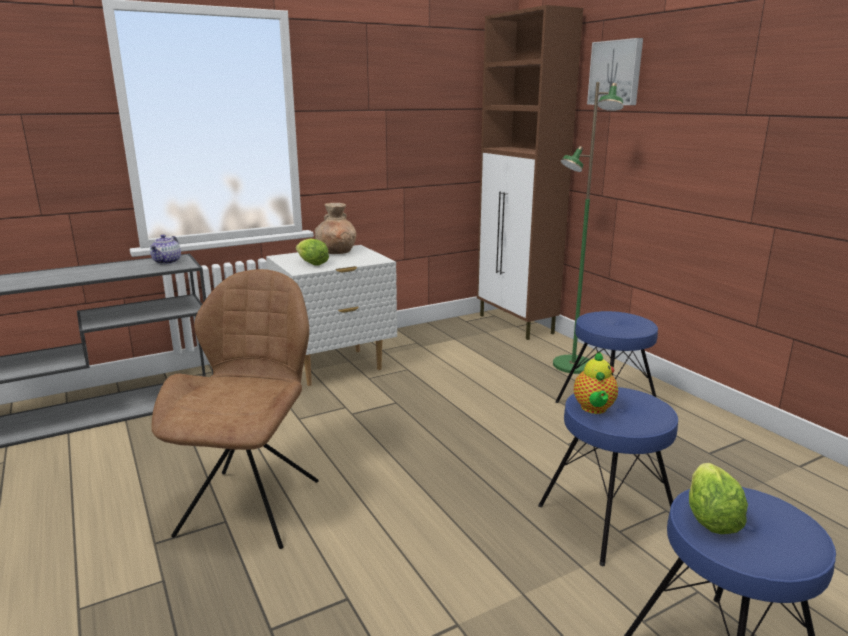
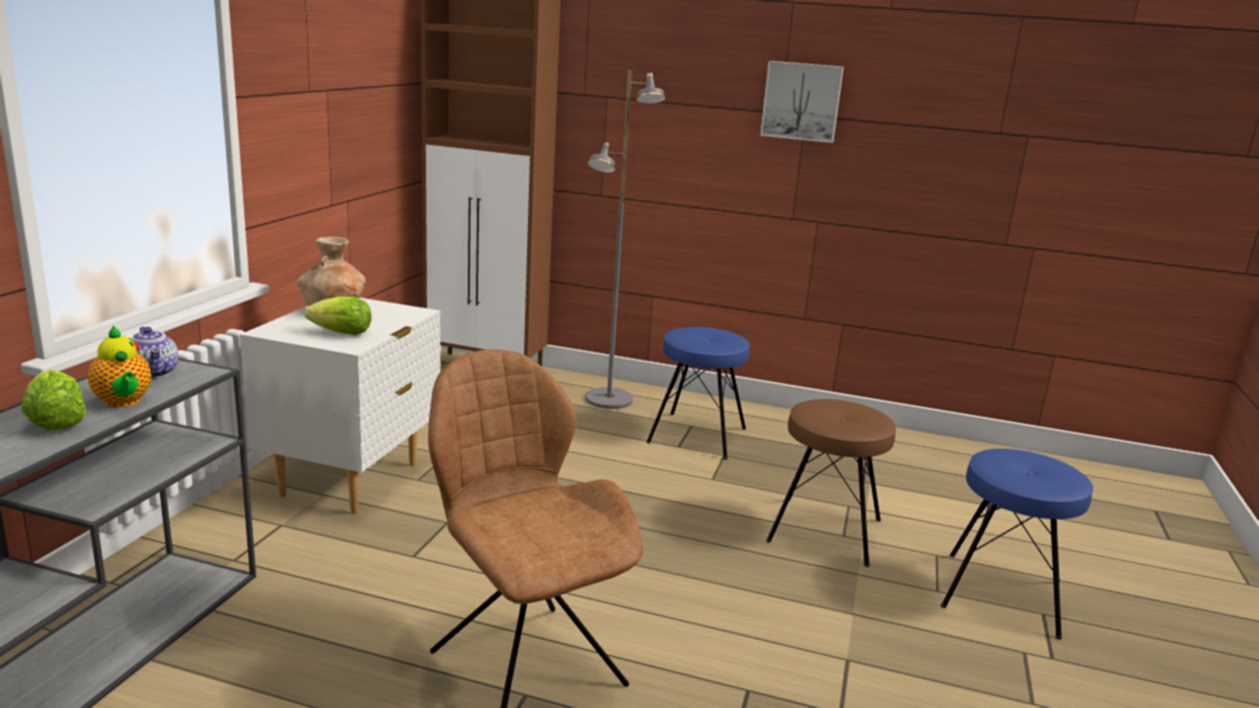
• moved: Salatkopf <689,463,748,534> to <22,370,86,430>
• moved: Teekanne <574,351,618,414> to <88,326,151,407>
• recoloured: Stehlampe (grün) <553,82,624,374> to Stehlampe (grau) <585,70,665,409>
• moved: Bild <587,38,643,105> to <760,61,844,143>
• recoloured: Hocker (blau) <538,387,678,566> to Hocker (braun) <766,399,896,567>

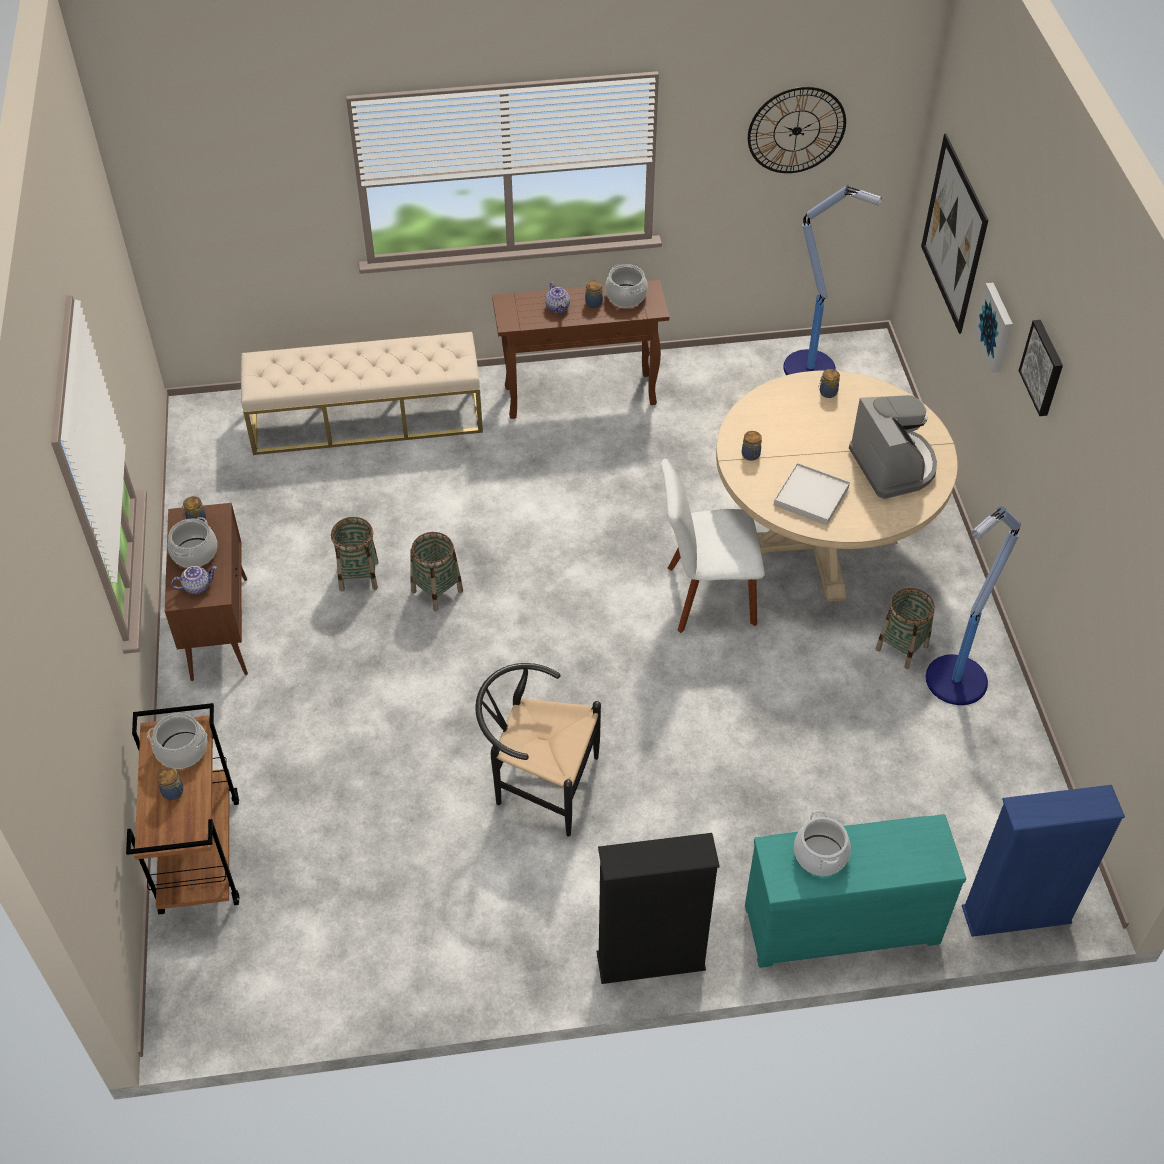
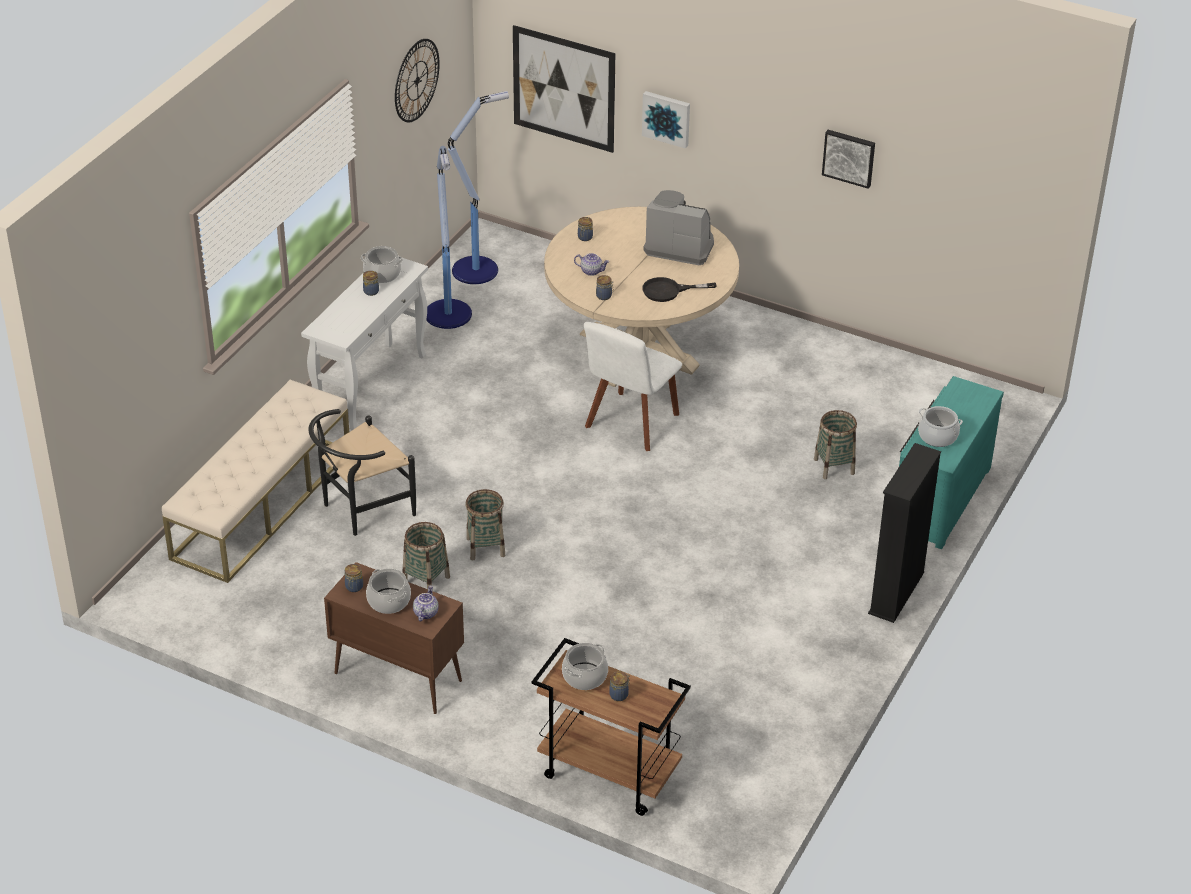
• recoloured: Konsolentisch (braun) <492,280,670,419> to Konsolentisch (weiß) <301,258,428,430>
• moved: Stuhl (schwarz) <475,663,601,837> to <308,409,416,536>
• moved: Stehlampe <926,506,1021,705> to <426,146,472,329>
• moved: Teekanne <545,282,570,313> to <574,253,610,276>
• replaced: Tablett (weiß) <774,463,850,525> to Pfanne (schwarz) <642,277,717,302>
• moved: Korb <876,588,935,669> to <814,410,857,479>
• moved: Bild <1018,320,1063,416> to <822,130,875,189>
• removed: Bücherregal (blau) <962,785,1125,937>

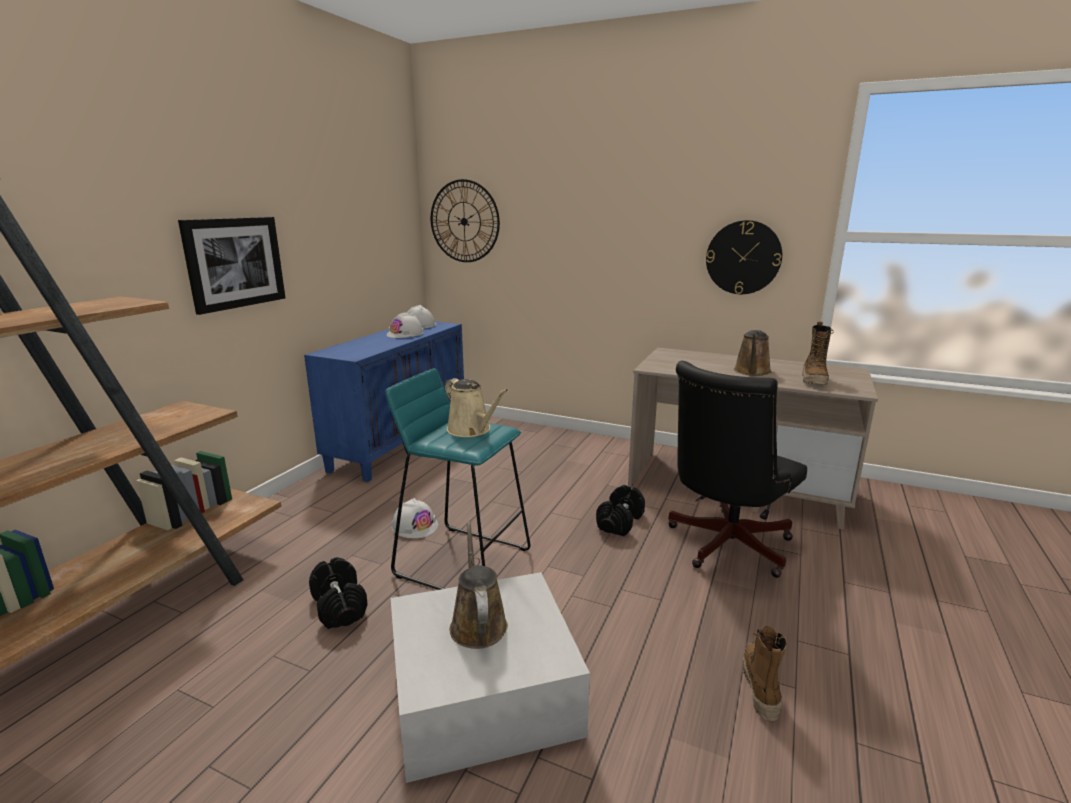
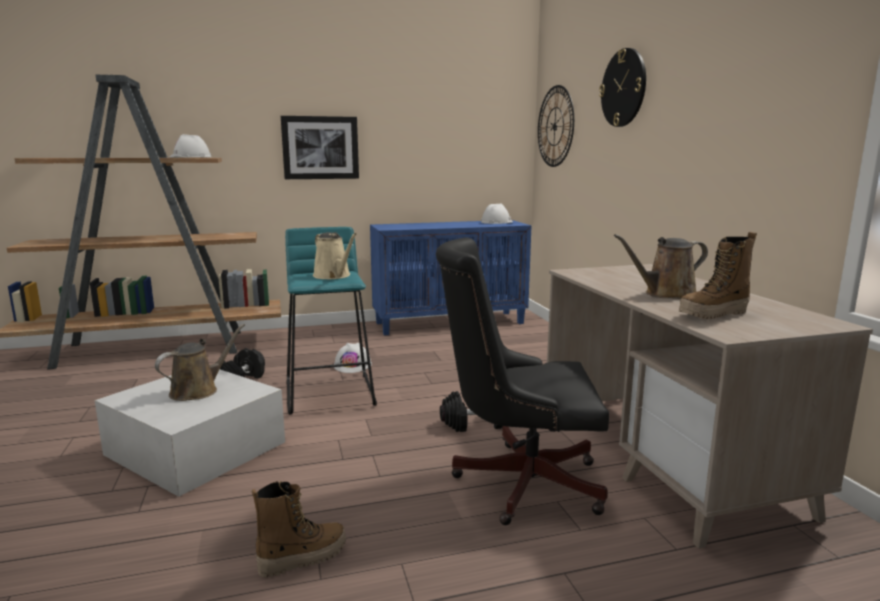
• moved: Schutzhelm (weiß) <386,313,424,338> to <170,134,211,157>
• turned: Gießkanne (beige) <445,378,508,437> = <313,232,357,279> 45 degrees counterclockwise
• moved: Wanduhr <706,220,782,294> to <599,48,646,127>

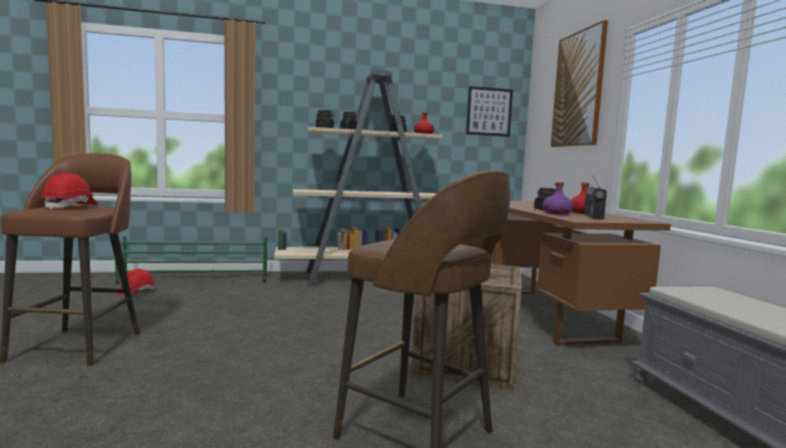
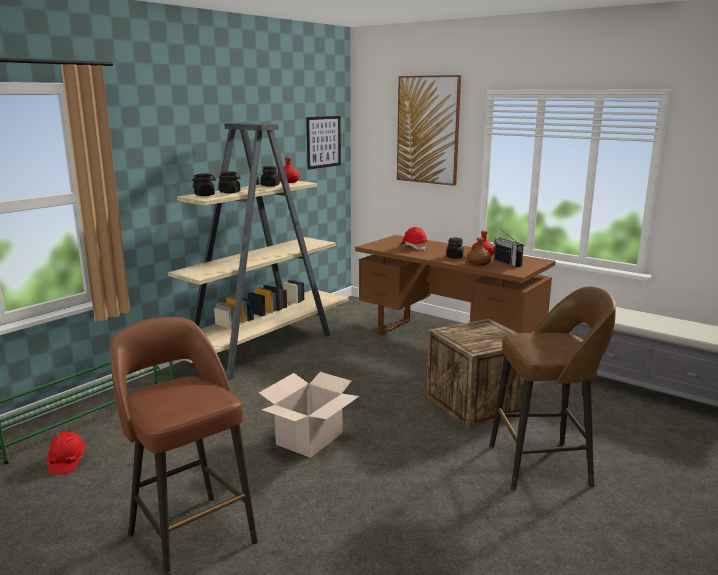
• added: Karton <259,372,359,458>
• moved: Schutzhelm (rot) <41,173,98,209> to <400,227,428,250>
• recoloured: Flasche (lila) <542,182,573,215> to Flasche (braun) <467,238,492,266>

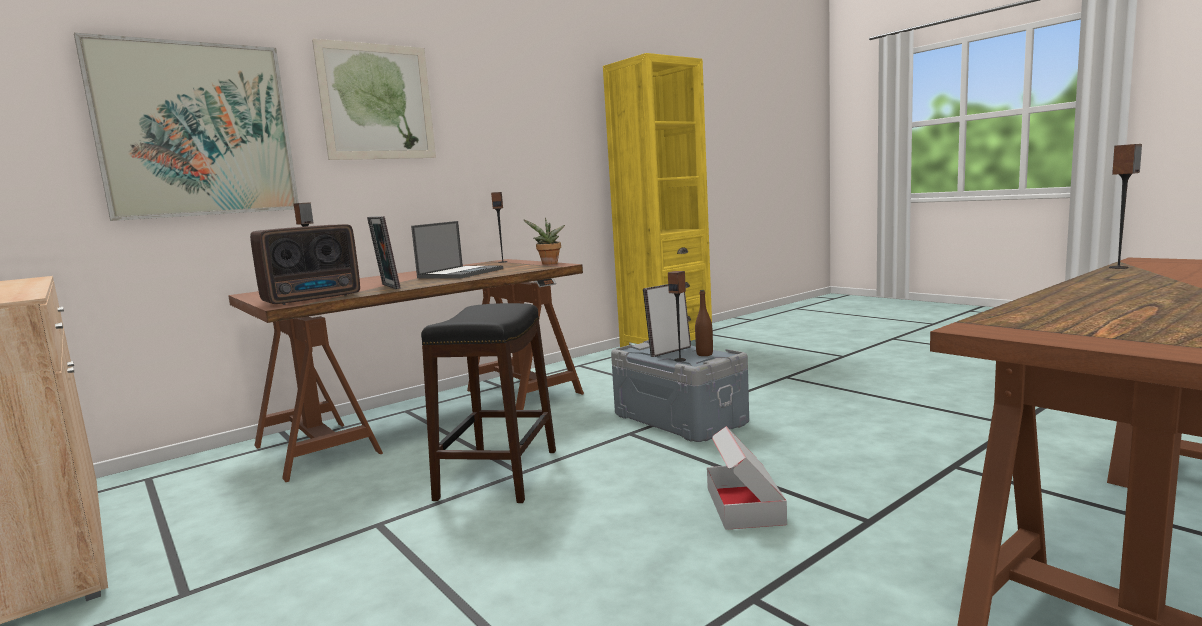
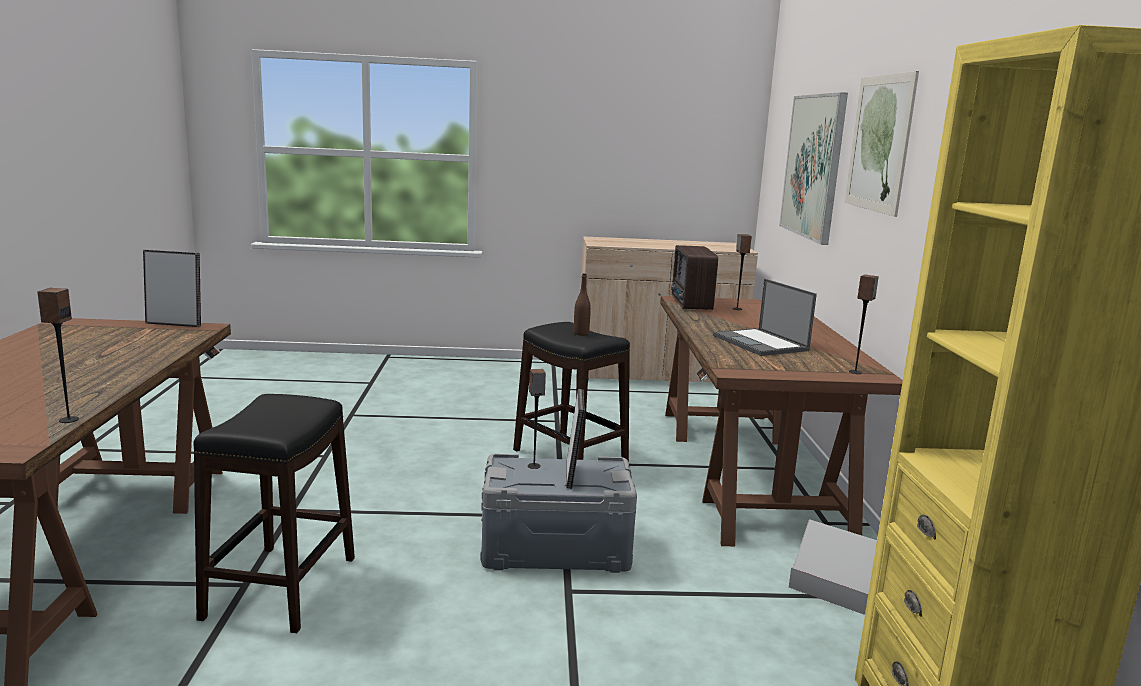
• moved: Bilderrahmen <367,216,401,289> to <143,250,201,327>
• added: Hocker (schwarz) <193,394,355,633>
• moved: Flasche (braun) <695,290,713,356> to <574,273,591,336>
• moved: Karton <707,426,787,530> to <789,519,877,615>
• removed: Topfpflanze <524,217,565,265>

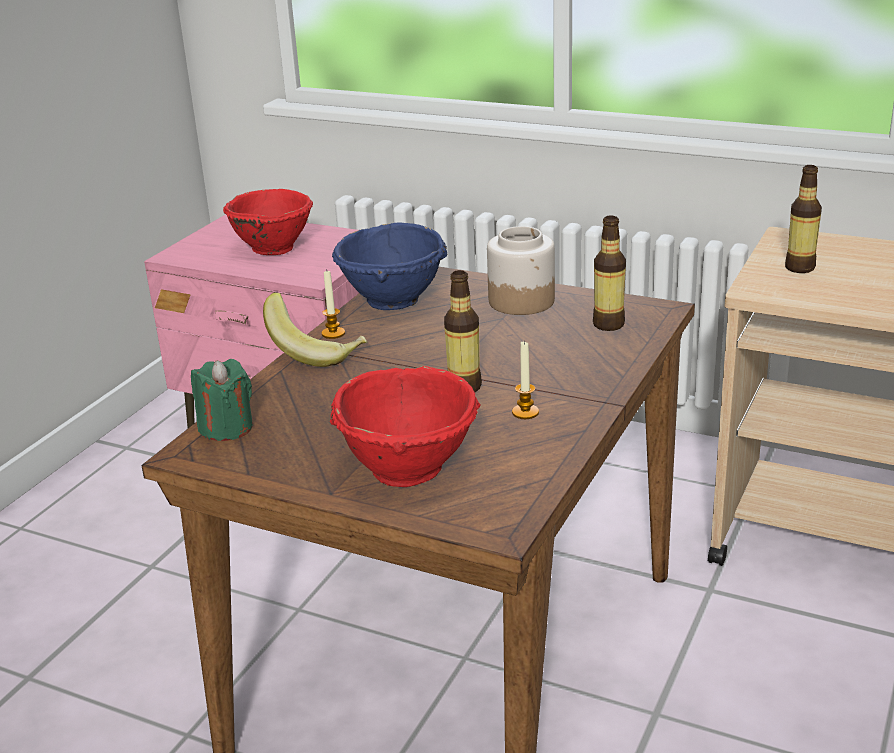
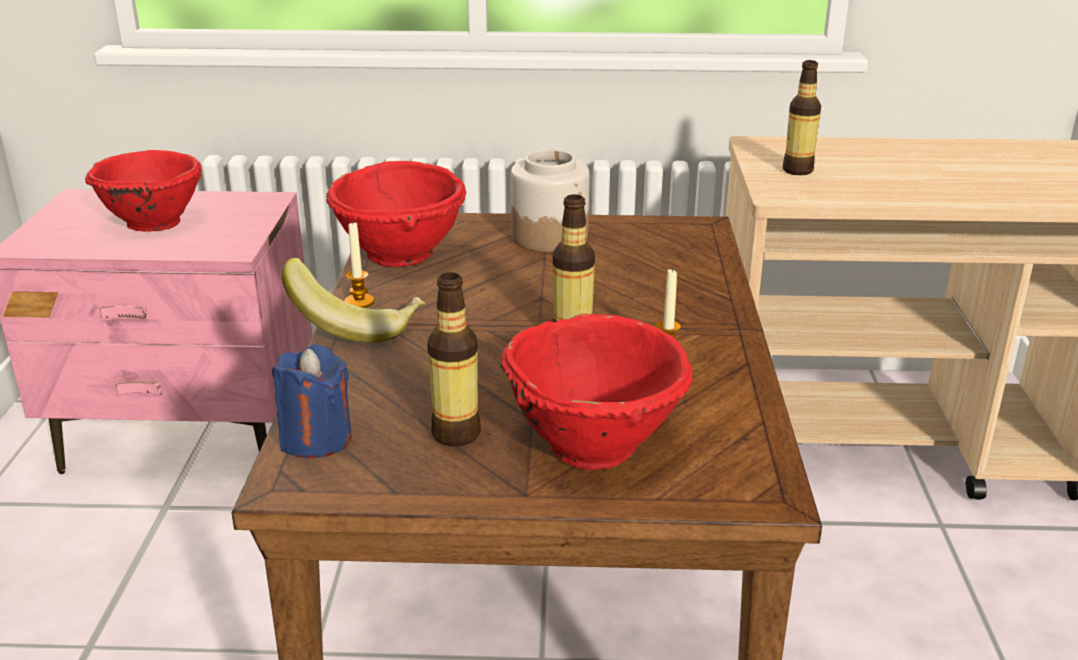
• recoloured: Kerze (grün) <191,359,253,441> to Kerze (blau) <272,345,352,458>
• recoloured: Schüssel (blau) <332,222,447,310> to Schüssel (rot) <326,161,466,267>
• moved: Flasche <593,215,626,331> to <427,272,481,447>

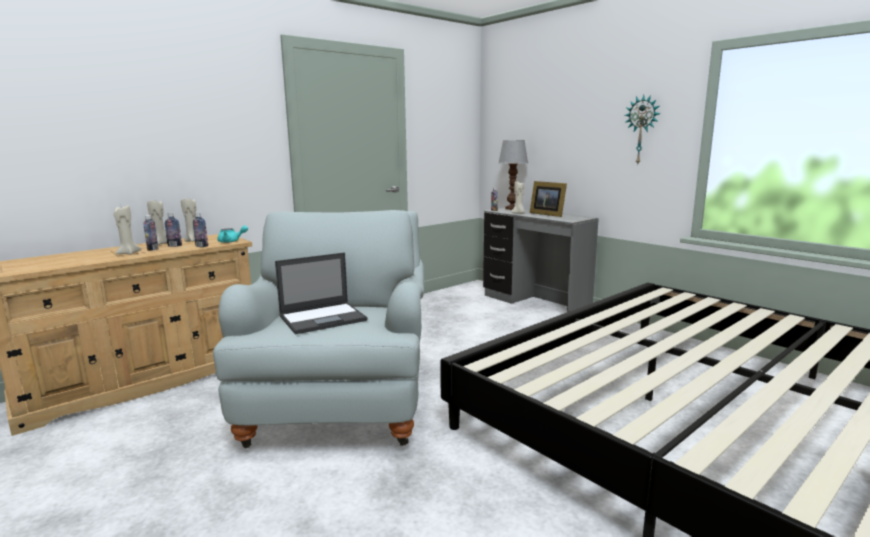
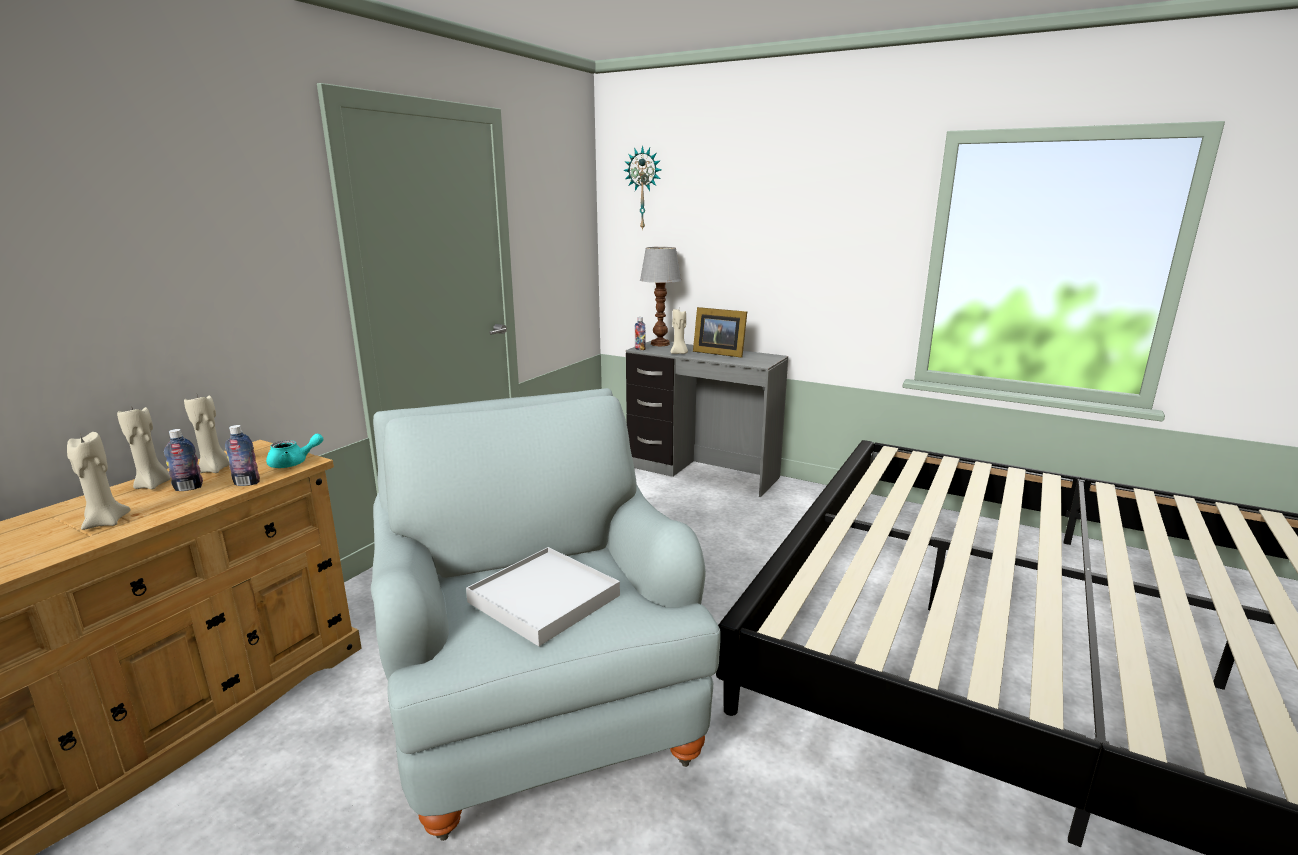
• replaced: Laptop <275,252,368,334> to Tablett (weiß) <466,547,620,646>
• moved: Wanduhr <625,95,660,165> to <623,146,662,231>
• removed: Flasche <143,215,158,251>

